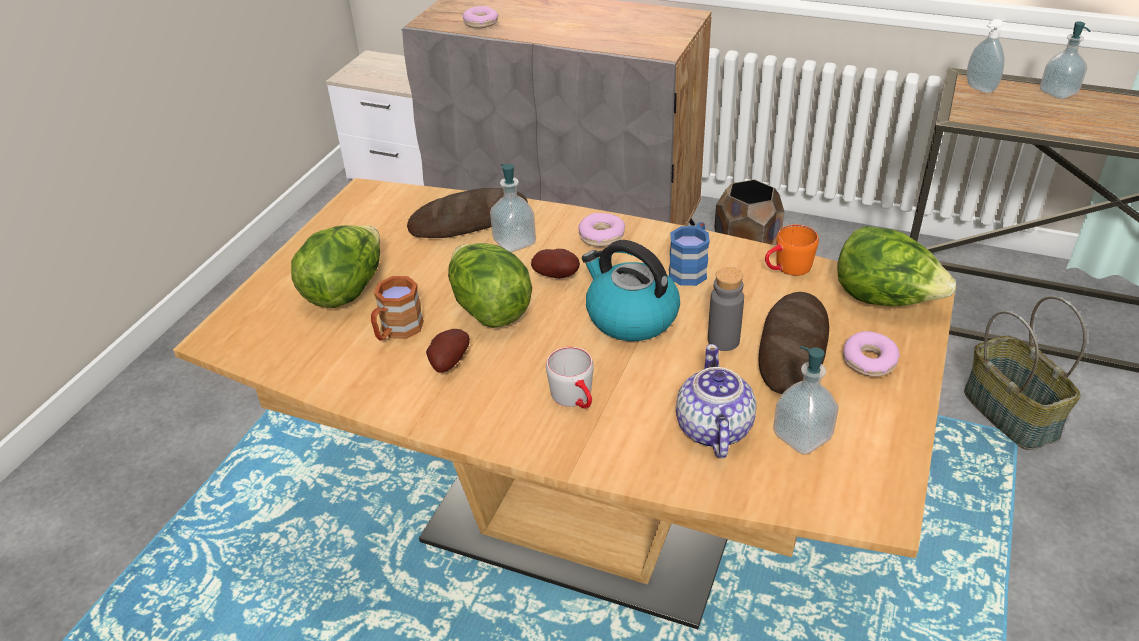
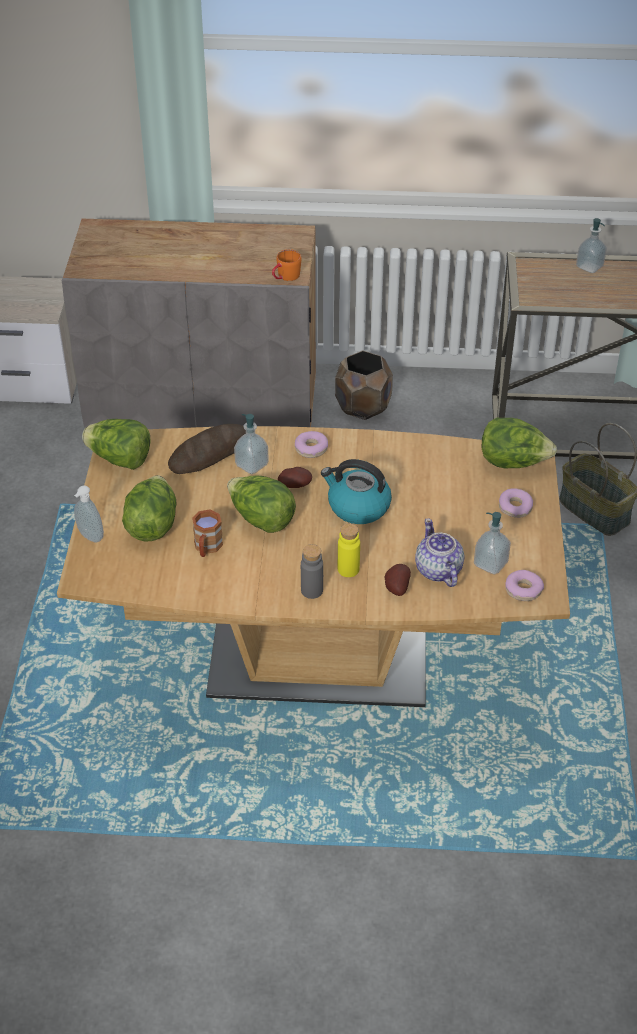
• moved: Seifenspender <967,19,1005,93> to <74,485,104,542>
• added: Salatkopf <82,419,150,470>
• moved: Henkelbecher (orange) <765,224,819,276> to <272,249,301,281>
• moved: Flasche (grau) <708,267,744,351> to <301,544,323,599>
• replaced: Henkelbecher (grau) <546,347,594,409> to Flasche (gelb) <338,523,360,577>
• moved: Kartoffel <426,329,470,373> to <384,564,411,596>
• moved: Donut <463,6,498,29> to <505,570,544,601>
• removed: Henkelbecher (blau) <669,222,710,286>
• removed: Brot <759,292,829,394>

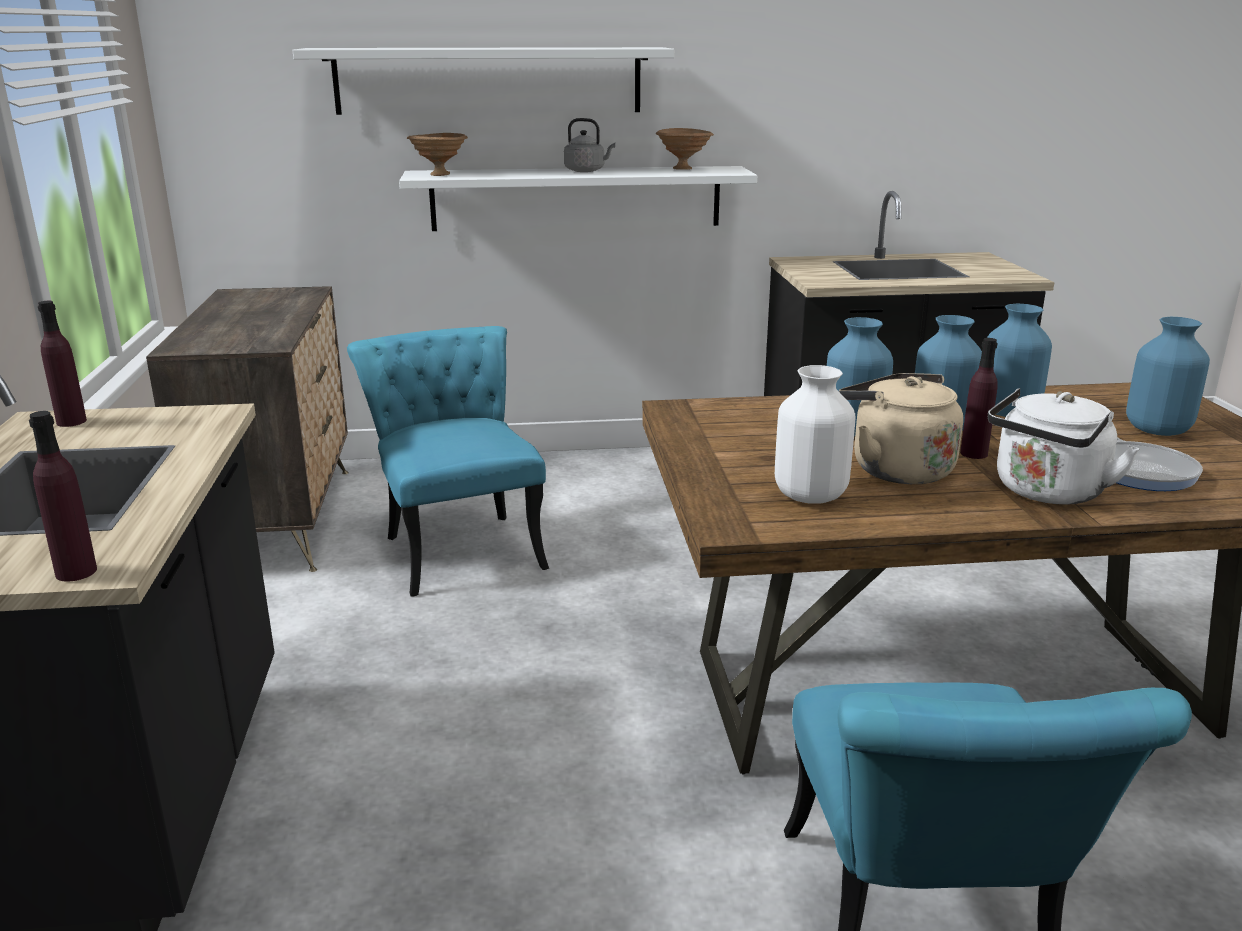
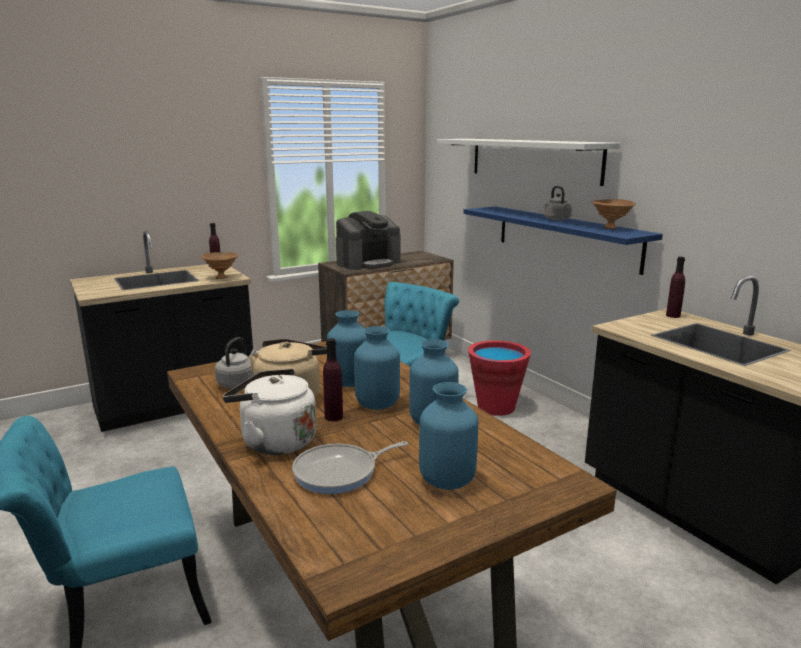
• moved: Schüssel (braun) <407,133,468,176> to <201,252,238,279>
• replaced: Vase (weiß) <775,365,856,504> to Wasserkessel (grau) <215,337,256,388>
• added: Kaffeemaschine <336,211,400,270>
• recoloured: Wandregal (weiß) <399,166,757,231> to Wandregal (blau) <463,206,663,275>
• added: Eimer (rot) <468,340,531,416>
• moved: Flasche (lila) <29,411,97,582> to <666,257,685,318>

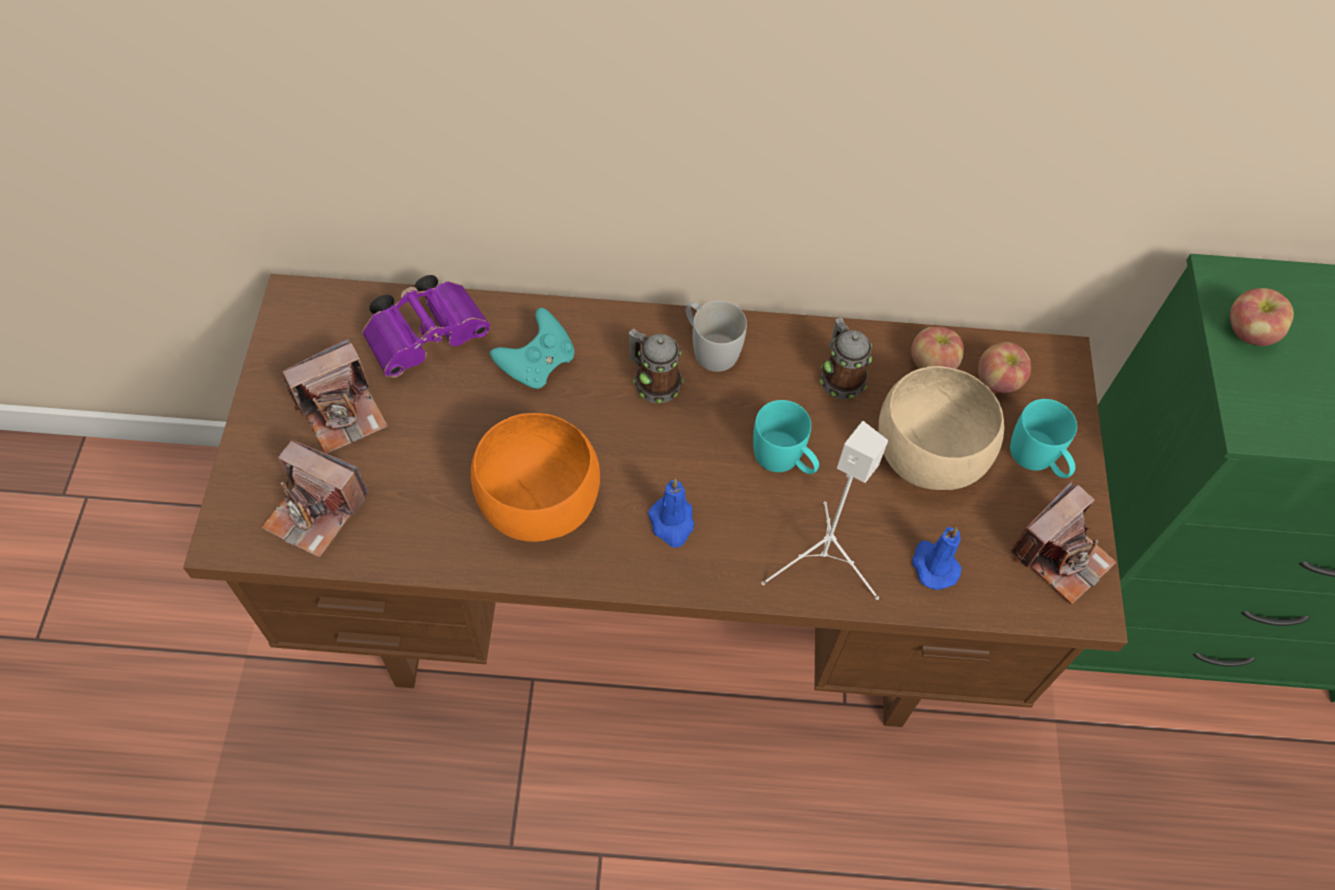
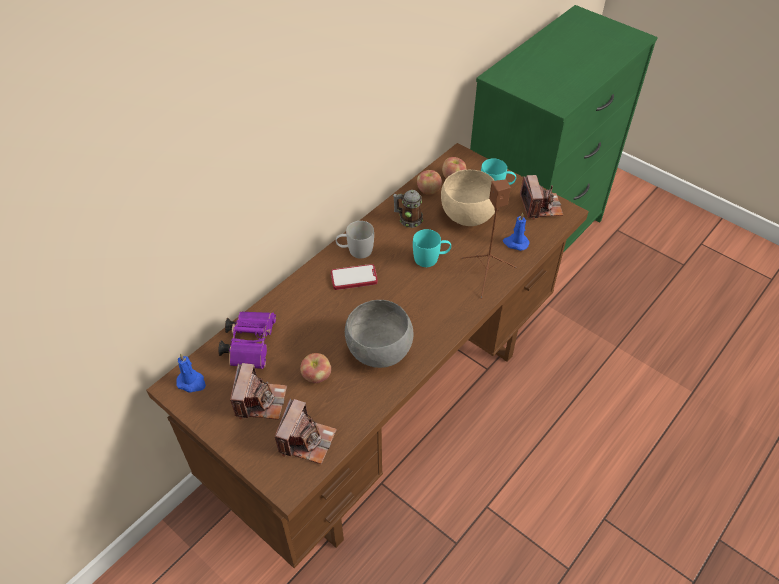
• moved: Kerze (blau) <648,479,694,548> to <176,353,206,392>
• turned: Kamera <261,440,369,558> = <275,399,337,464> 45 degrees counterclockwise
• moved: Apfel <1230,288,1294,346> to <300,353,331,383>
• replaced: Henkelbecher <629,328,684,403> to Handy <331,264,378,290>
• recoloured: Schüssel (orange) <471,413,600,542> to Schüssel (grau) <345,300,413,368>
• recoloured: Lautsprecher (weiß) <761,421,888,600> to Lautsprecher (braun) <461,179,517,299>
• removed: Gamepad (türkis) <490,308,575,389>

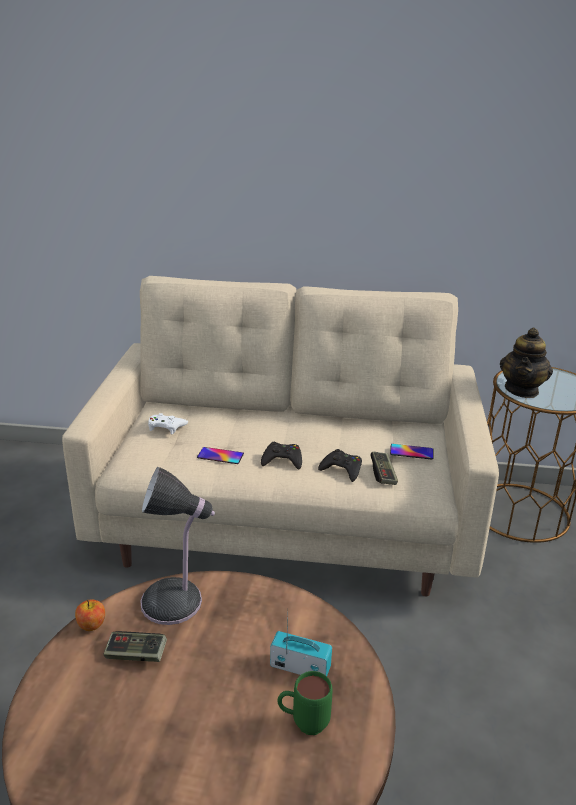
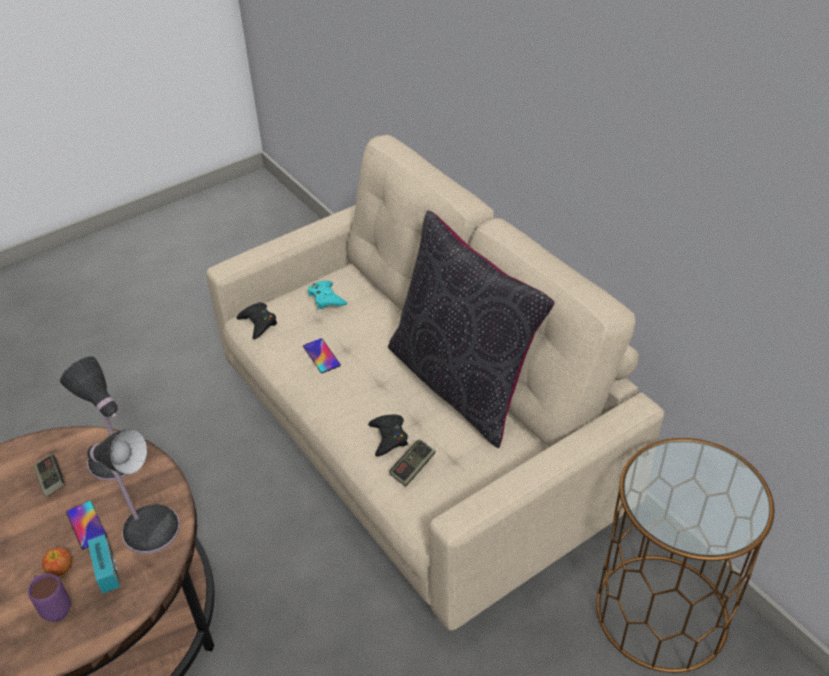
• recoloured: Henkelbecher (grün) <277,671,333,735> to Henkelbecher (lila) <28,574,71,622>
• moved: Apfel <75,599,105,631> to <42,548,72,576>
• moved: Handy <390,444,434,460> to <66,501,107,549>
• added: Tischlampe <87,429,180,554>
• moved: Gamepad (schwarz) <261,442,302,470> to <236,302,277,339>
• recoloured: Gamepad (weiß) <148,413,188,434> to Gamepad (türkis) <308,281,347,310>
• added: Kissen (schwarz) <388,210,555,448>
• removed: Teekanne <500,327,553,398>

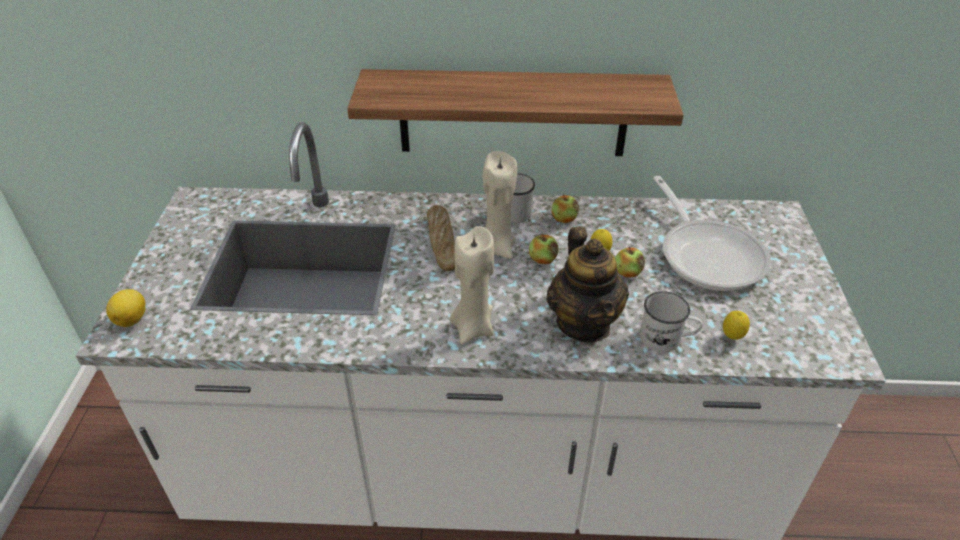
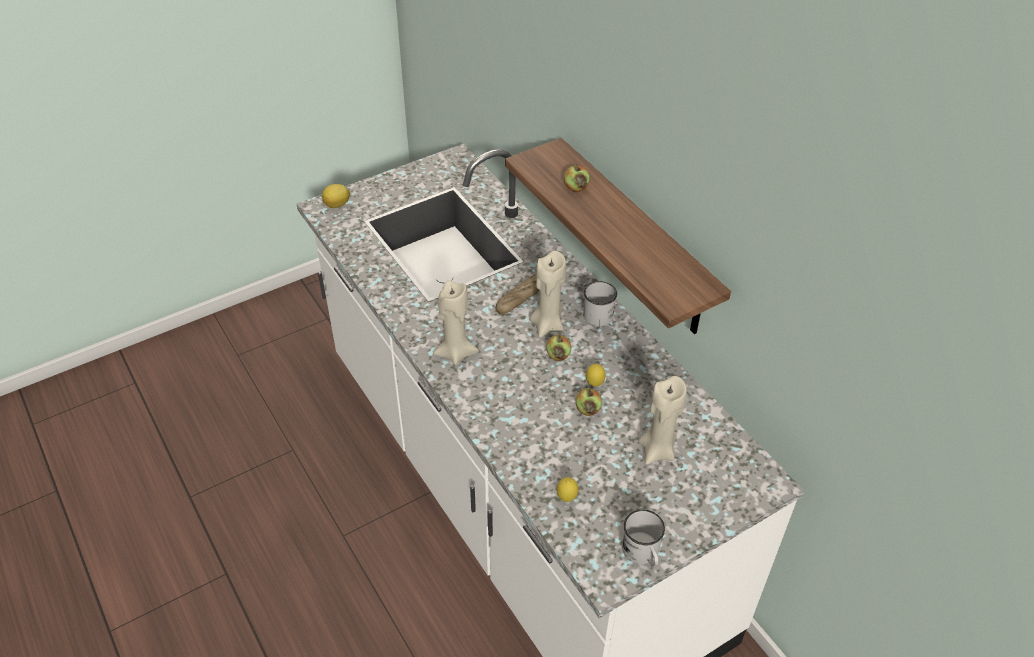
• moved: Apfel <552,195,579,223> to <564,164,590,192>
• moved: Henkelbecher (weiß) <640,291,702,352> to <622,509,665,566>
• replaced: Pfanne <653,176,771,291> to Kerze (beige) <639,376,687,465>
• removed: Teekanne <546,226,629,343>

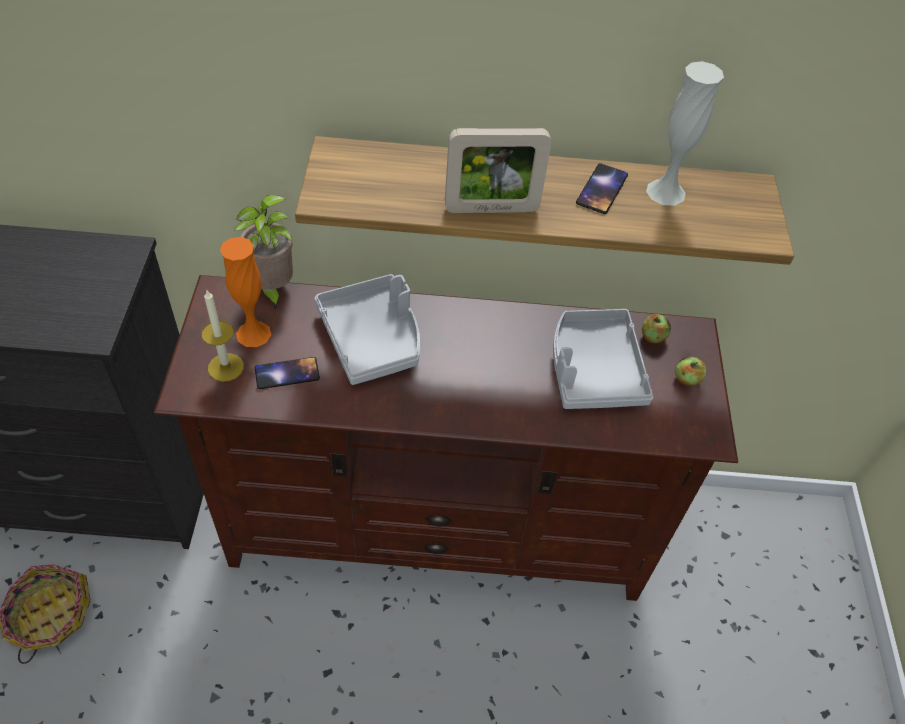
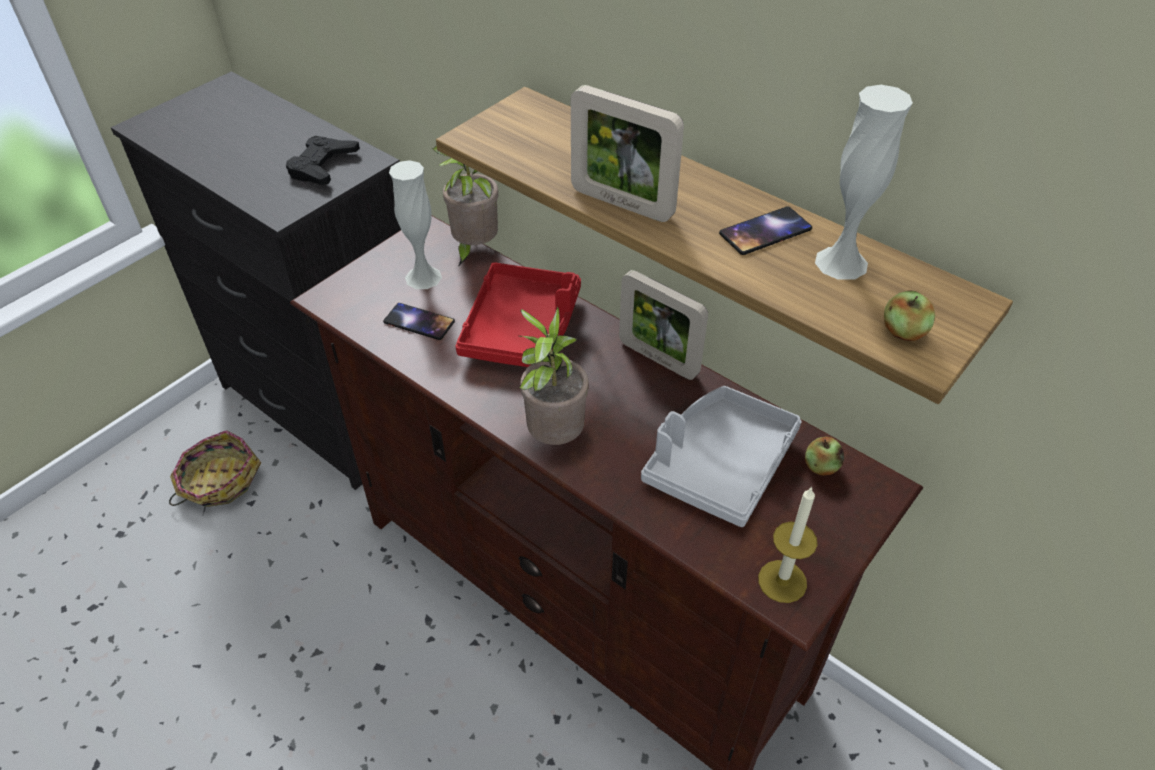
• added: Gamepad (schwarz) <286,136,360,185>
• recoloured: Vase (orange) <220,237,271,347> to Vase (weiß) <389,160,442,289>
• recoloured: Tablett (grau) <315,274,420,385> to Tablett (rot) <455,262,581,367>
• added: Topfpflanze <519,306,589,445>
• added: Bilderrahmen <619,270,708,380>
• moved: Kerze <201,290,244,382> to <758,487,817,603>
• moved: Apfel <675,356,706,386> to <884,290,935,341>

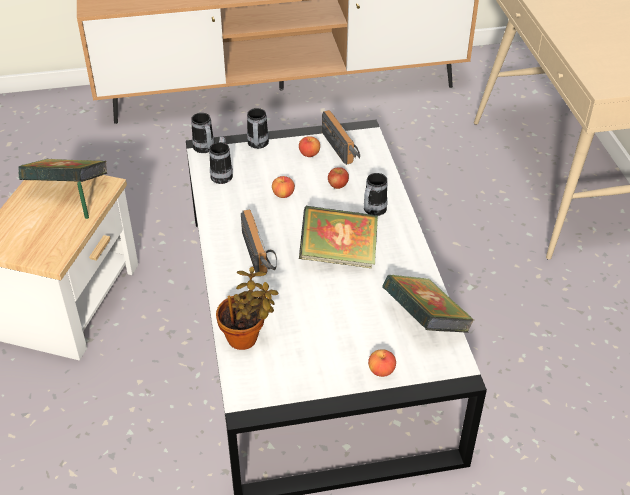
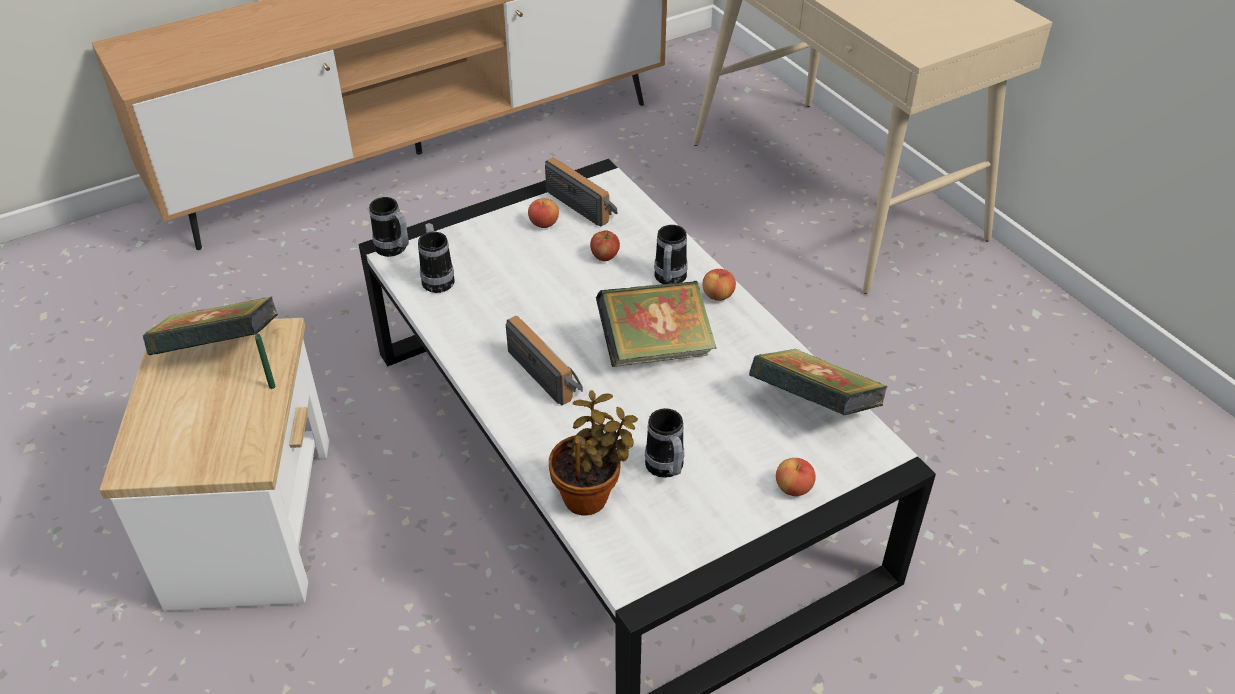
• moved: Henkelbecher <247,108,269,149> to <645,408,684,478>
• moved: Apfel <272,176,295,198> to <702,269,736,301>

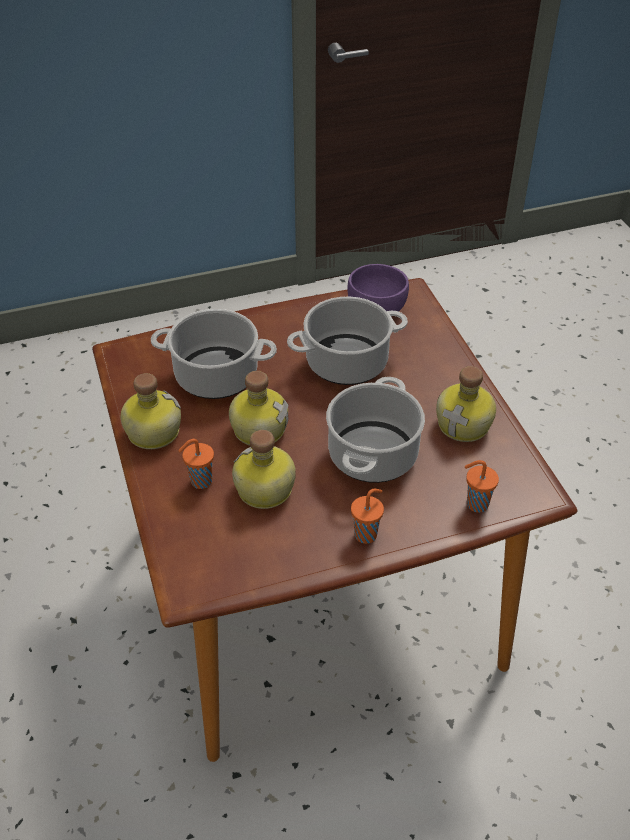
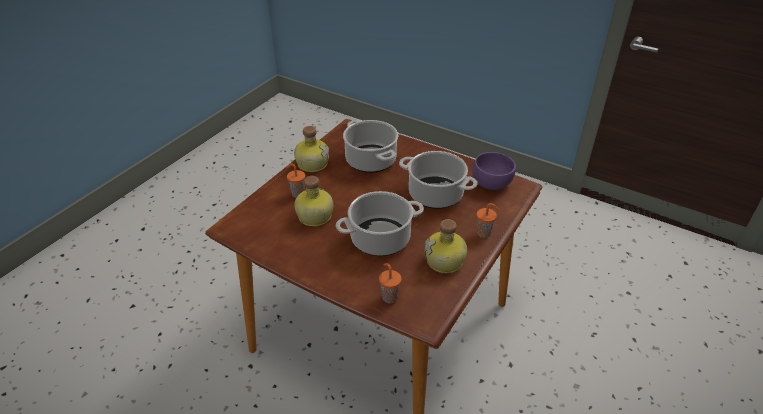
• moved: Tasse (orange) <351,489,384,544> to <477,203,500,238>
• removed: Flasche <229,371,288,445>

